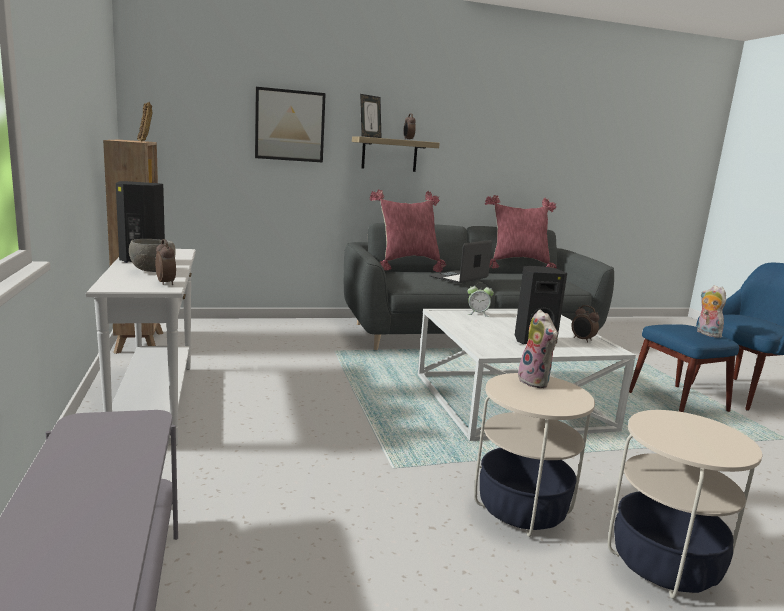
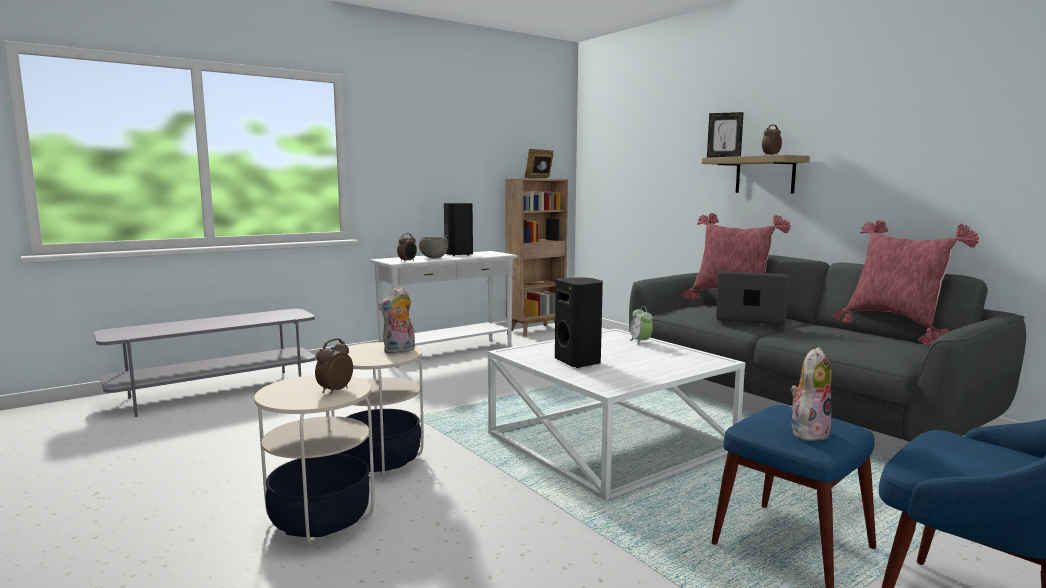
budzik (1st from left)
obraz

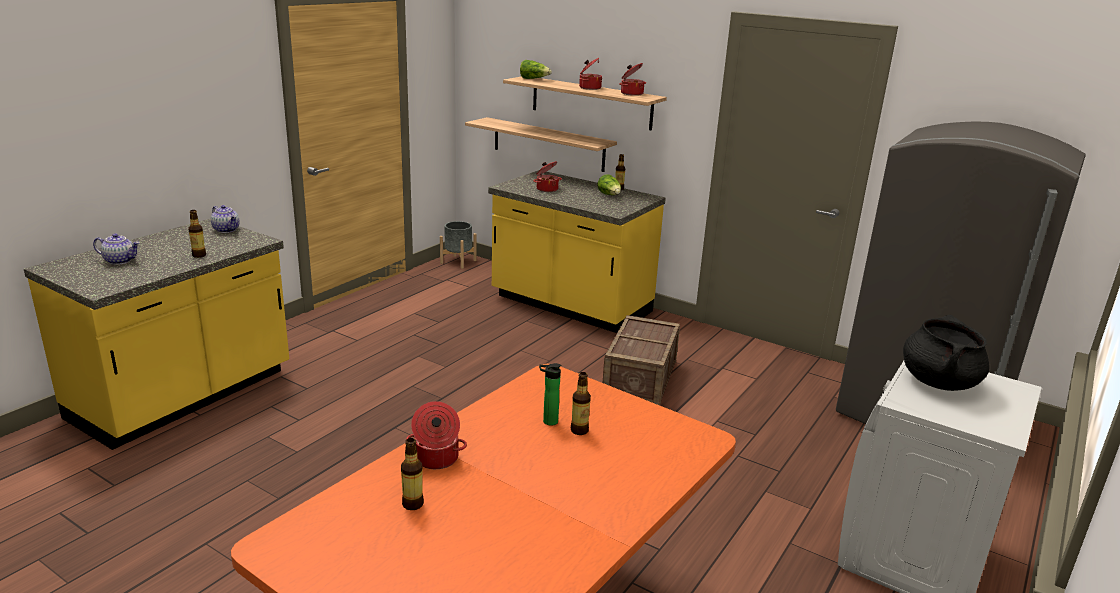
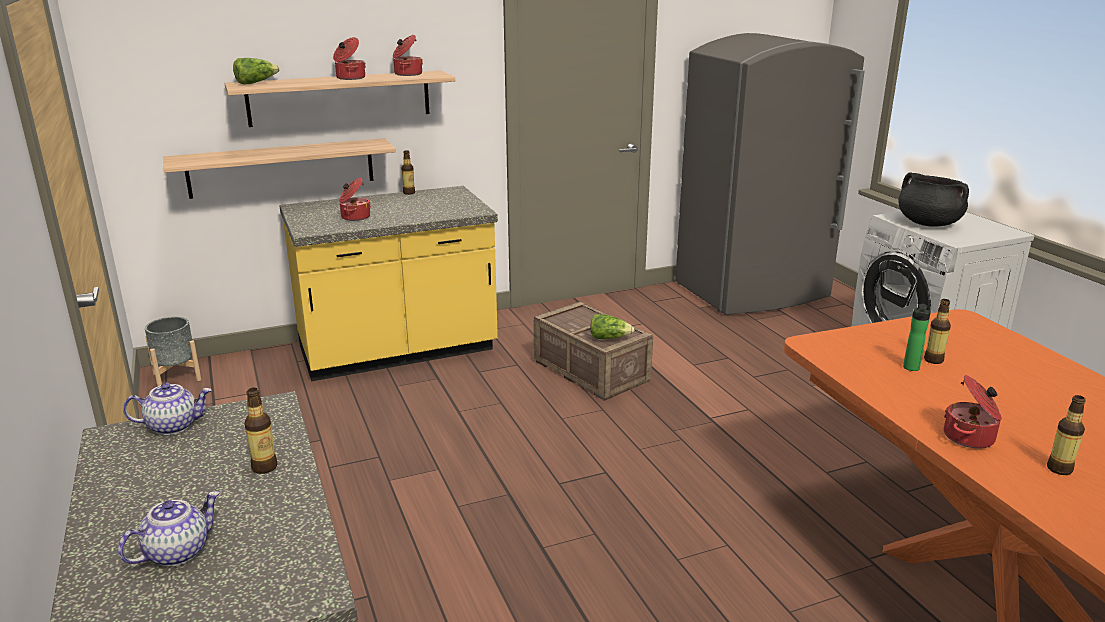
sałata (2nd from left)

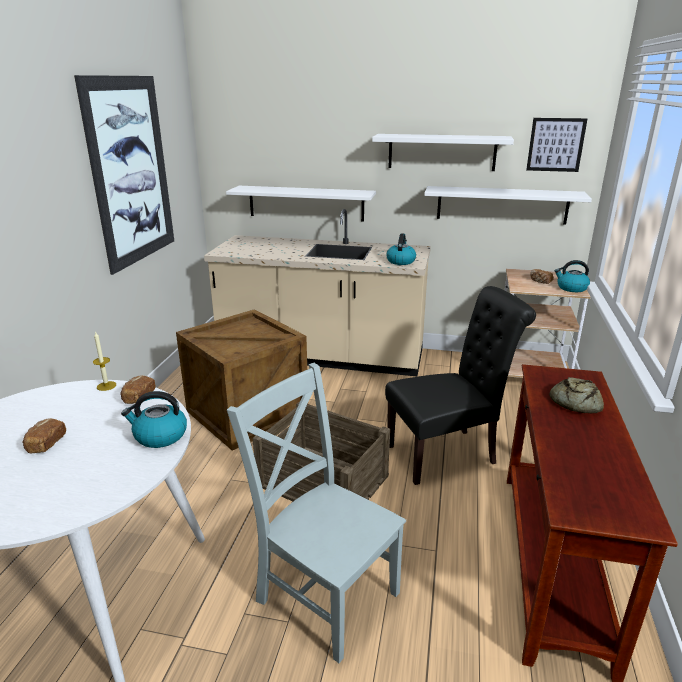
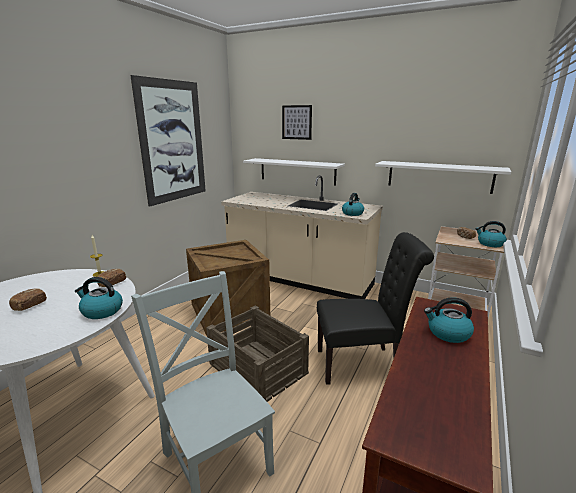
obraz (2nd from left)
czajnik (3rd from left)
półka [biały] (2nd from left in the first image)

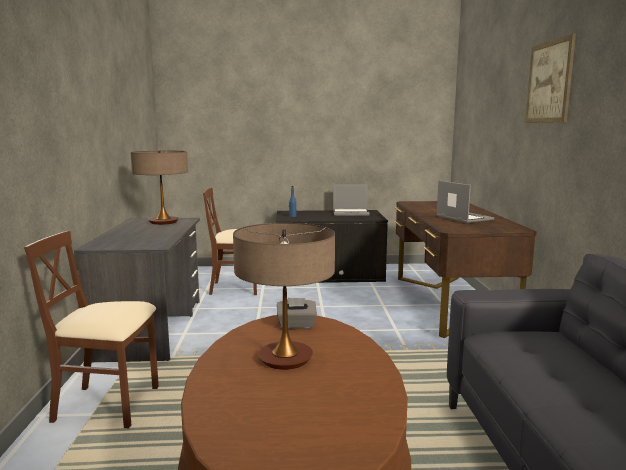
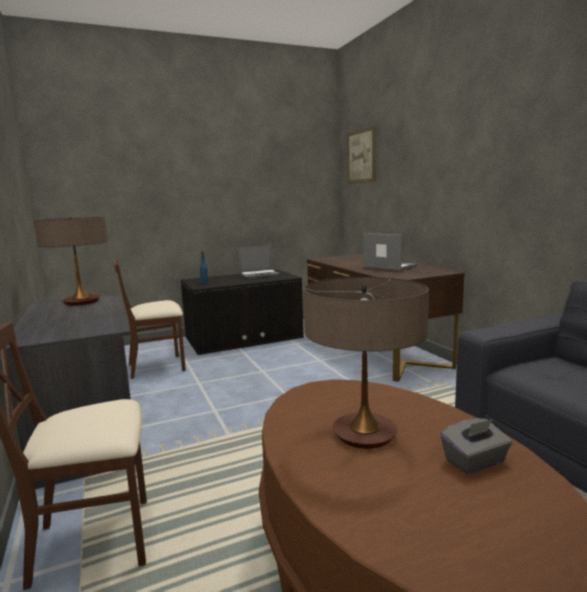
obraz
pudełko chusteczek [szary]

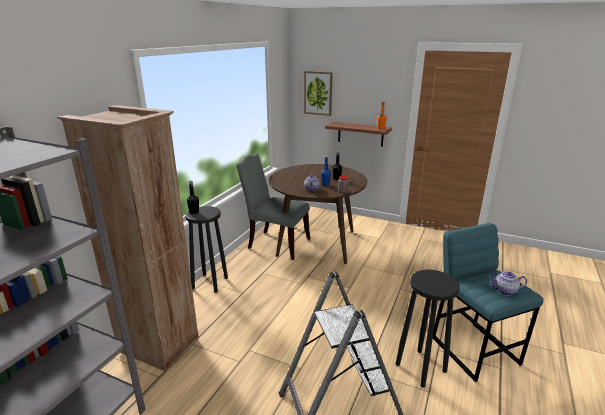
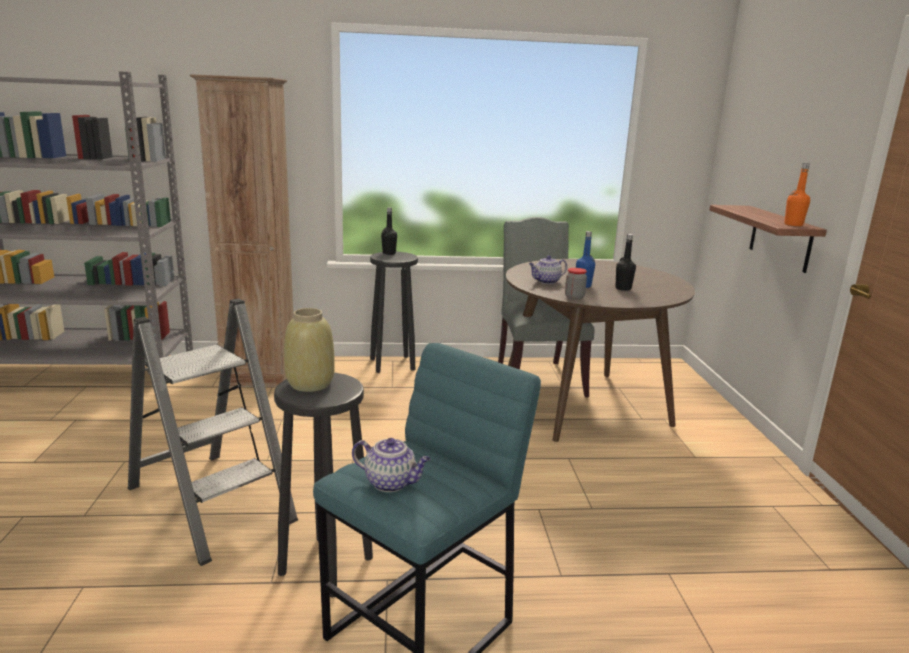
wazon [beżowy]
imbryk (1st from left)
obraz

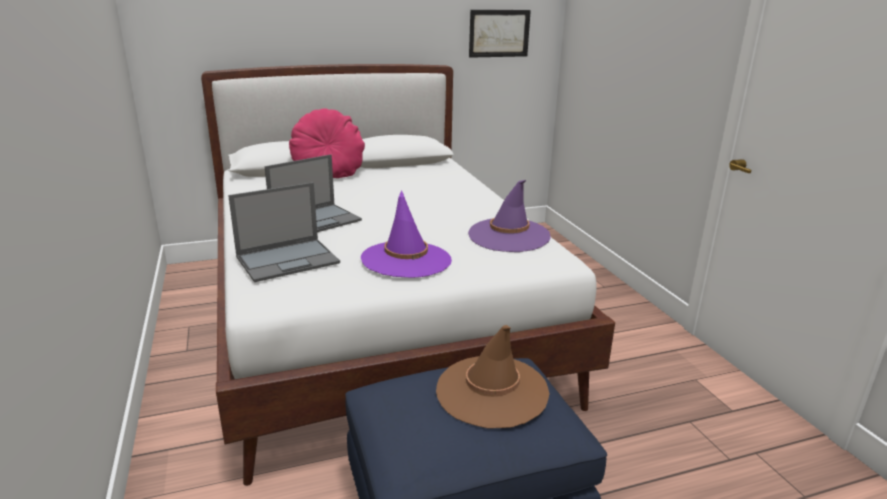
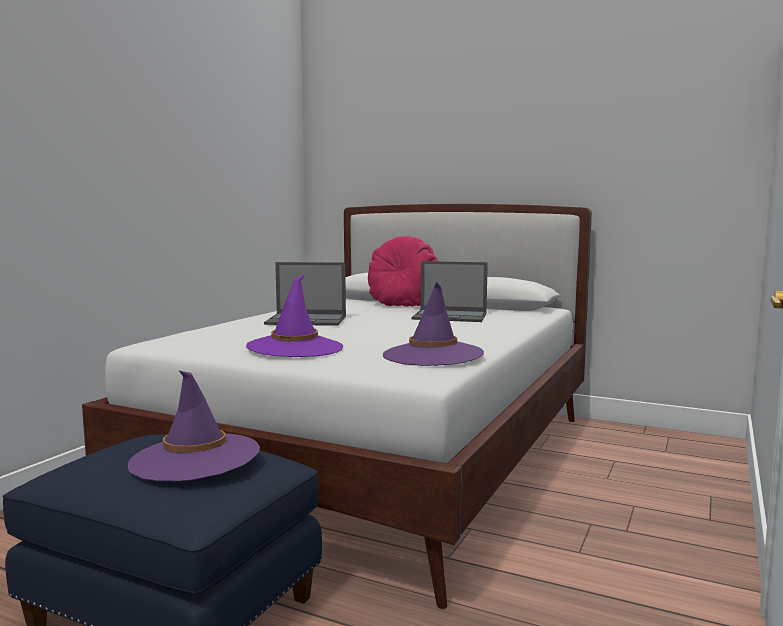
kapelusz [fioletowy] (1st from left)
laptop (2nd from left)
obraz

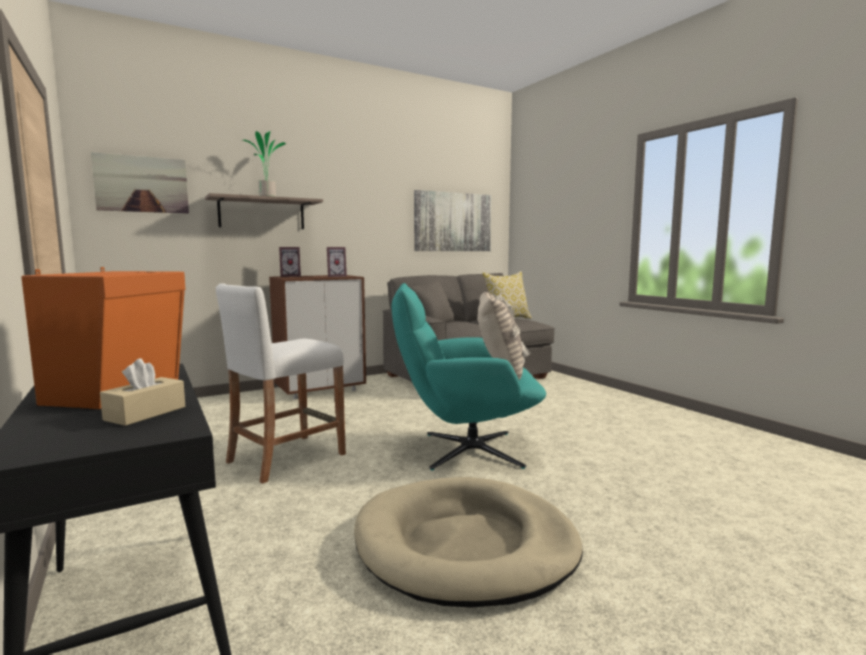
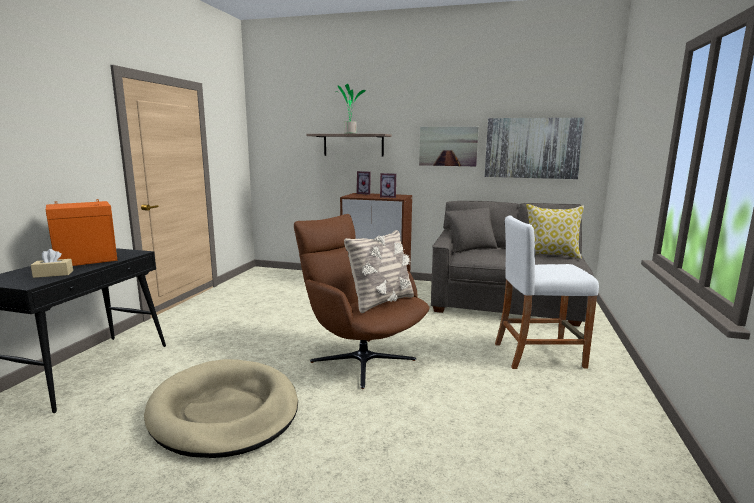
fotel [brązowy]
obraz (1st from left)
stołek [biały]

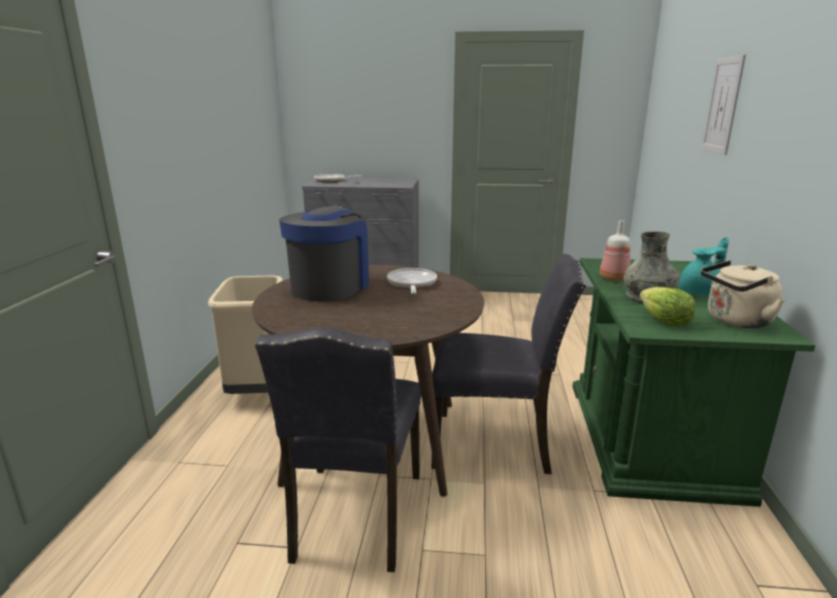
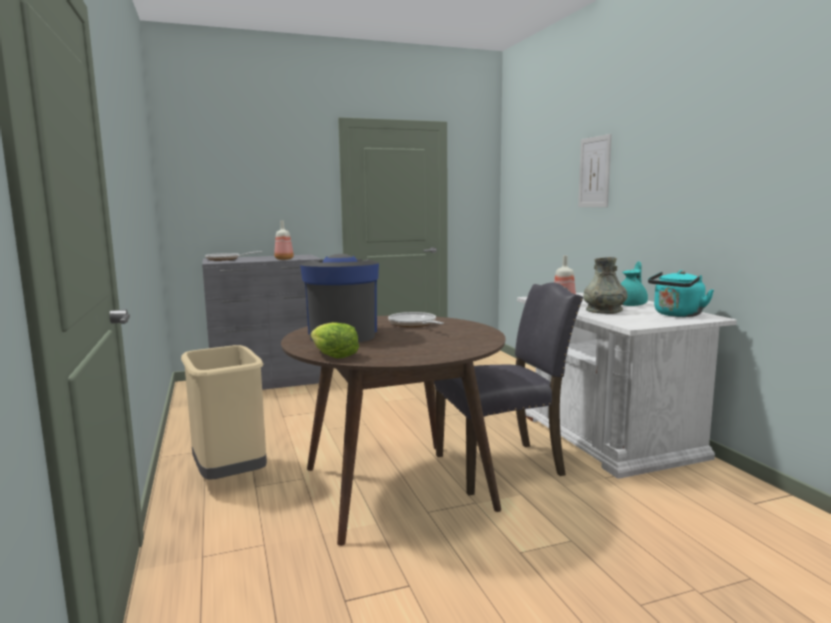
butelka (1st from left)
sałata
szafka [biały]
czajnik [turkusowy]
krzesło [szary] (1st from left in the first image)

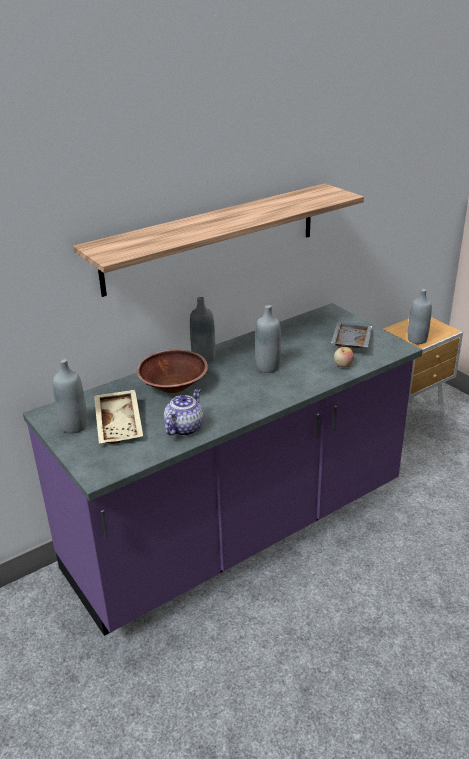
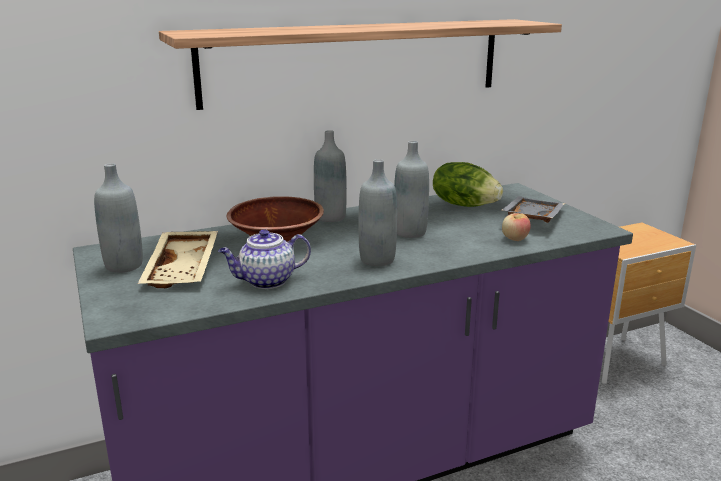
imbryk
butelka [szary] (3rd from left)
sałata

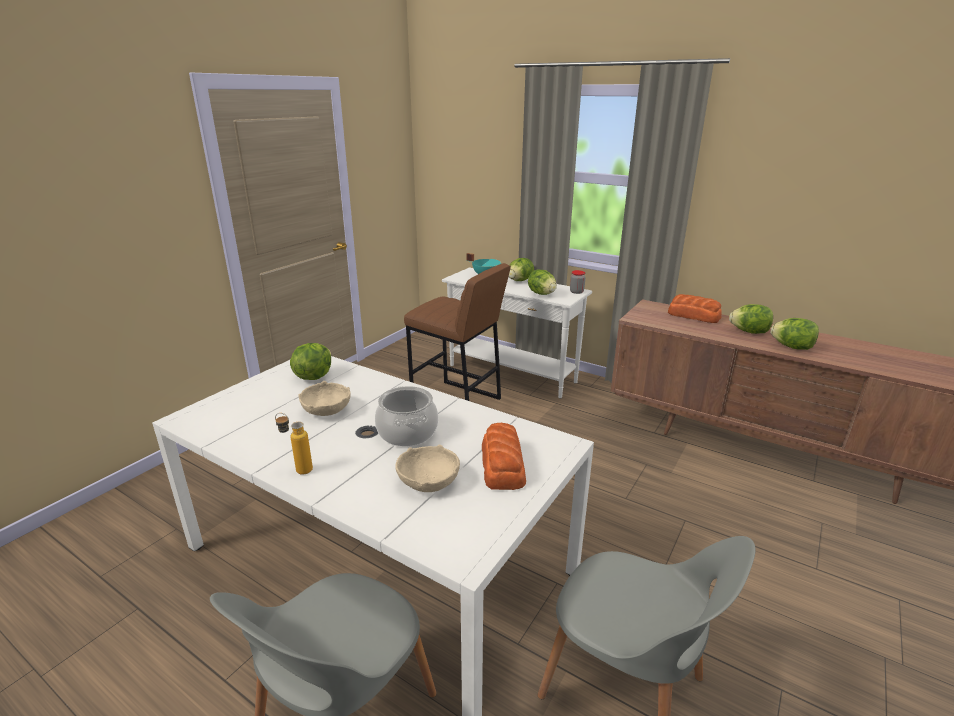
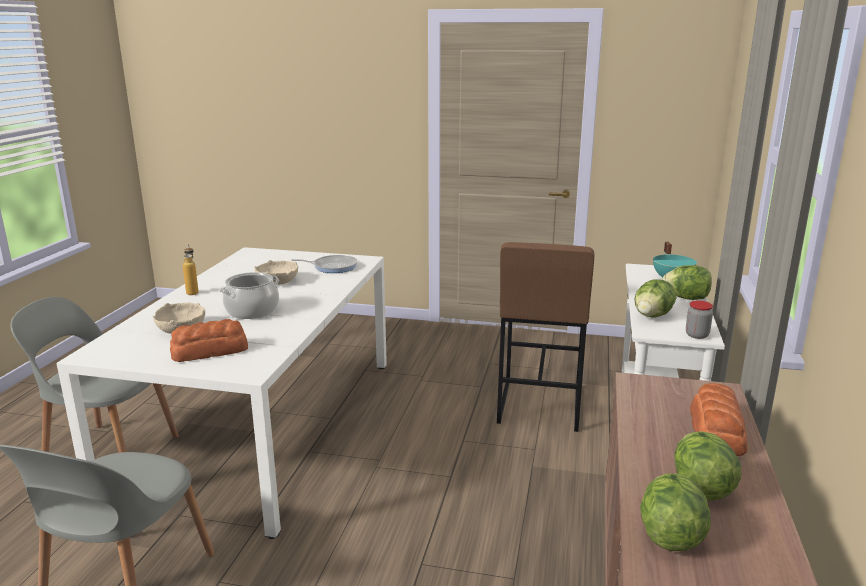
patelnia

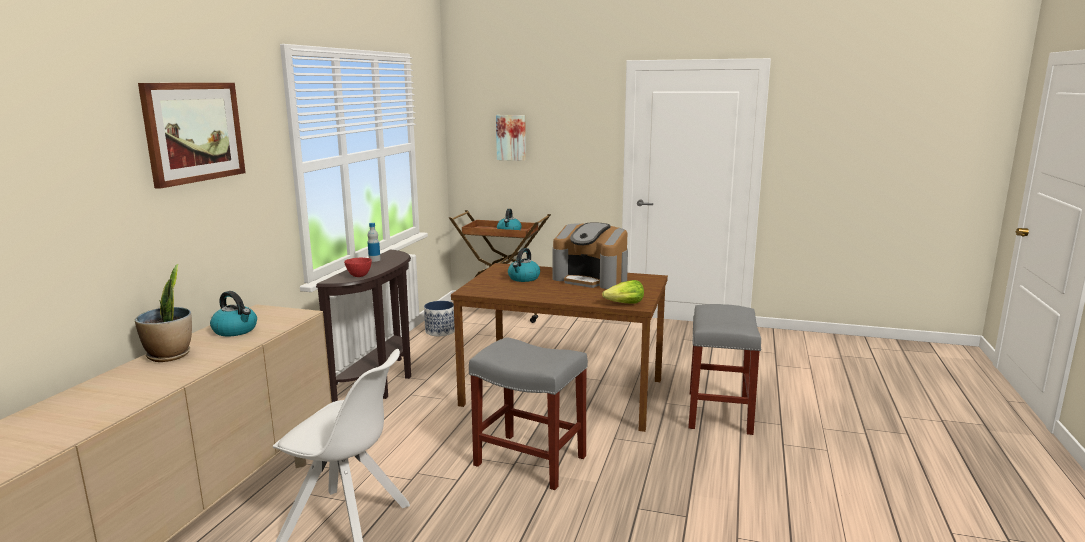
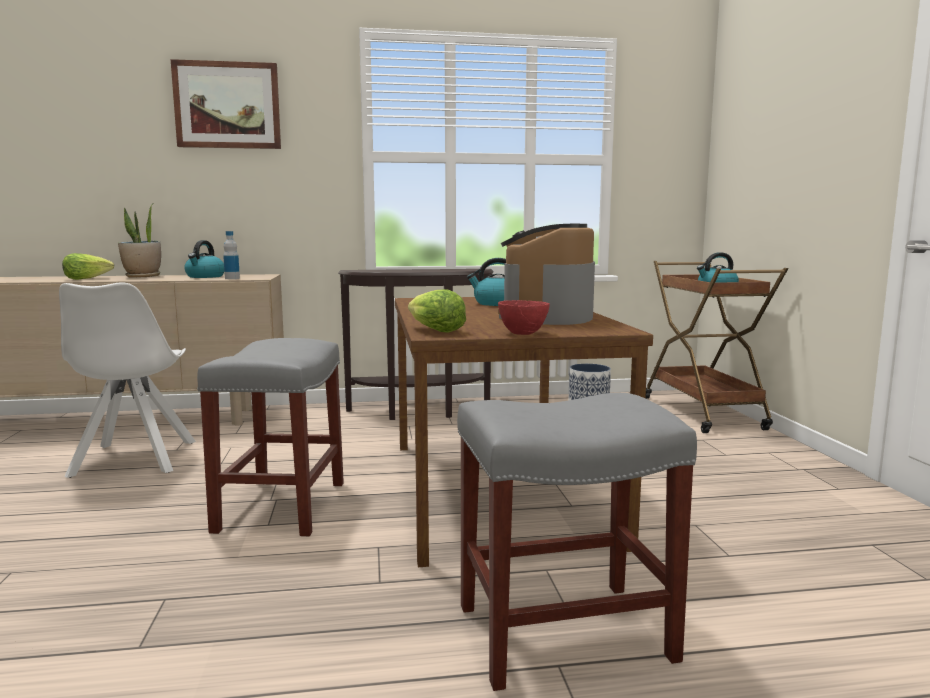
sałata (1st from left)
butelka
miska [czerwony]
obraz (2nd from left in the first image)

